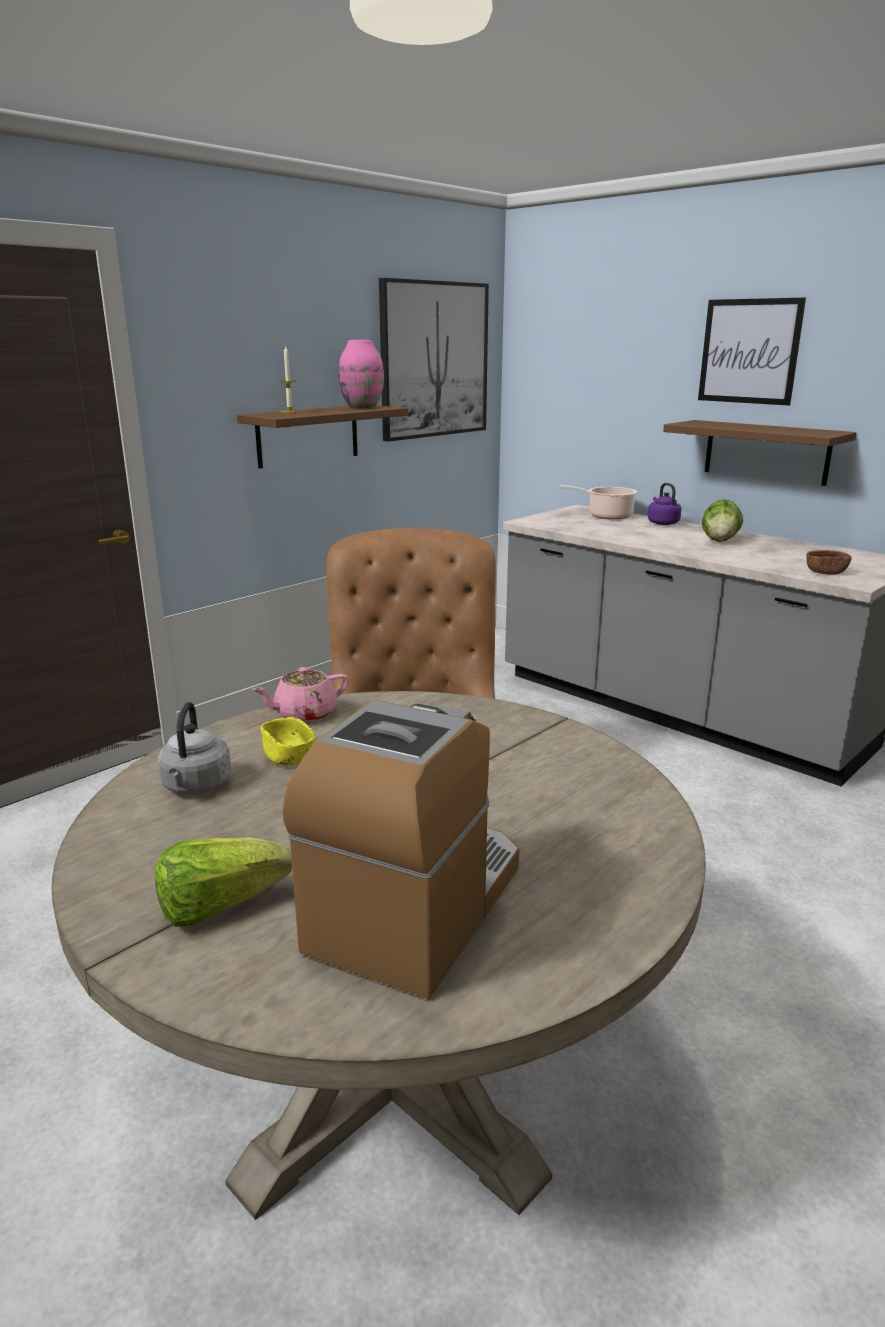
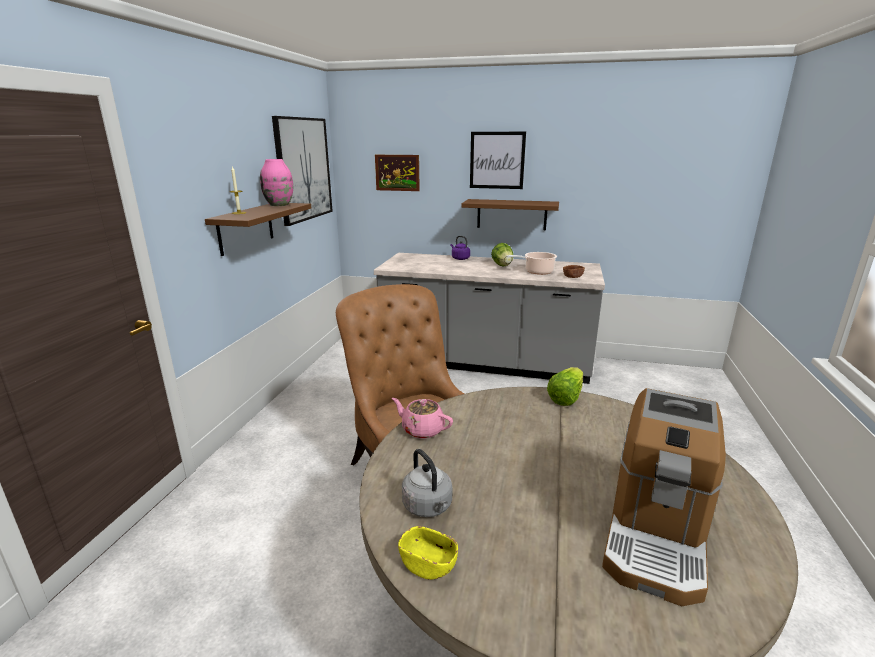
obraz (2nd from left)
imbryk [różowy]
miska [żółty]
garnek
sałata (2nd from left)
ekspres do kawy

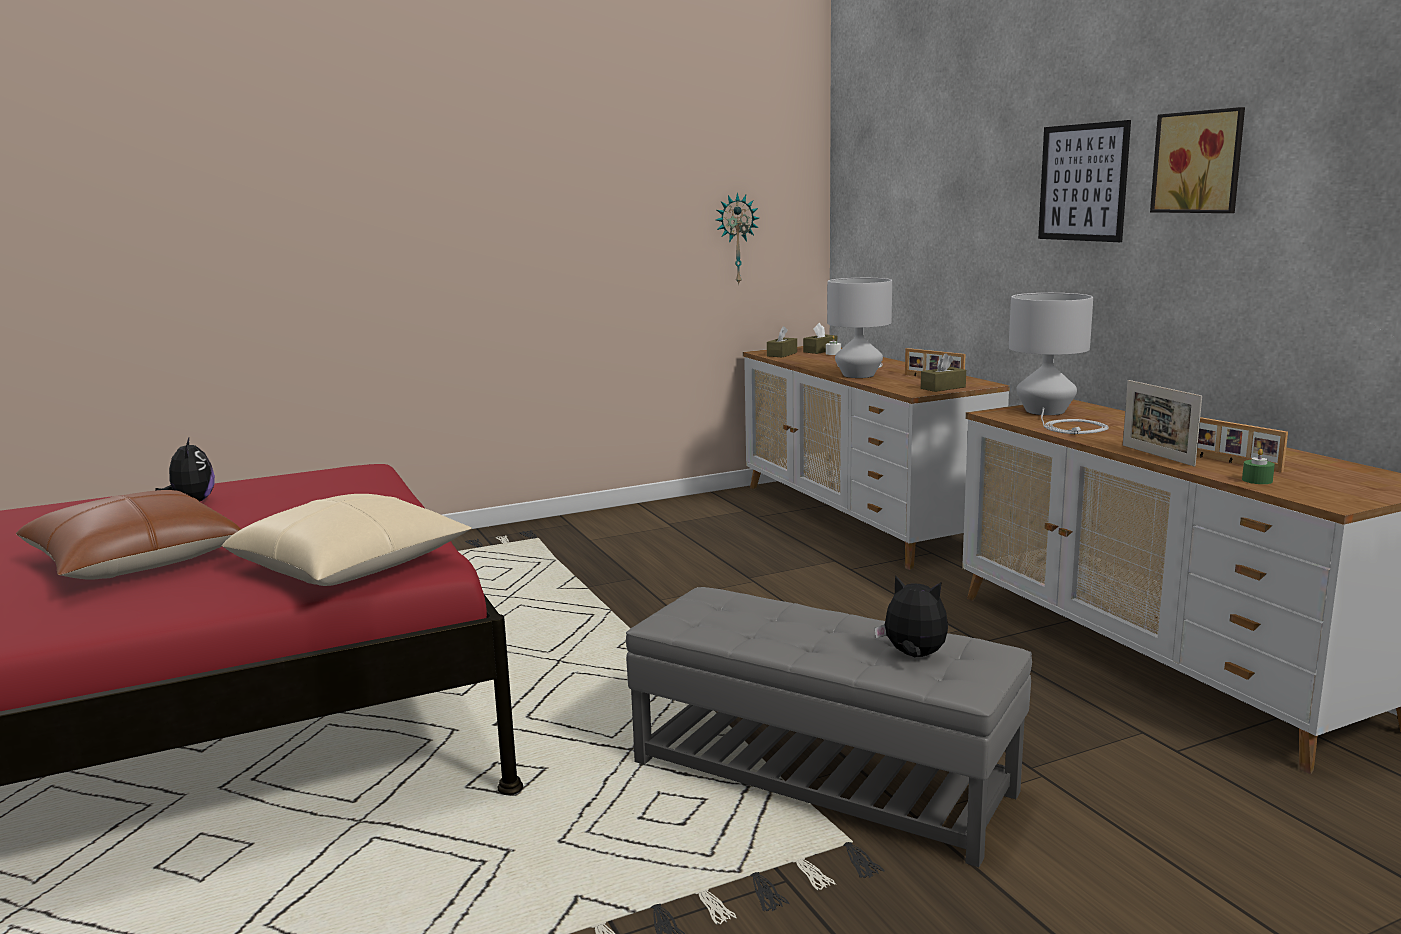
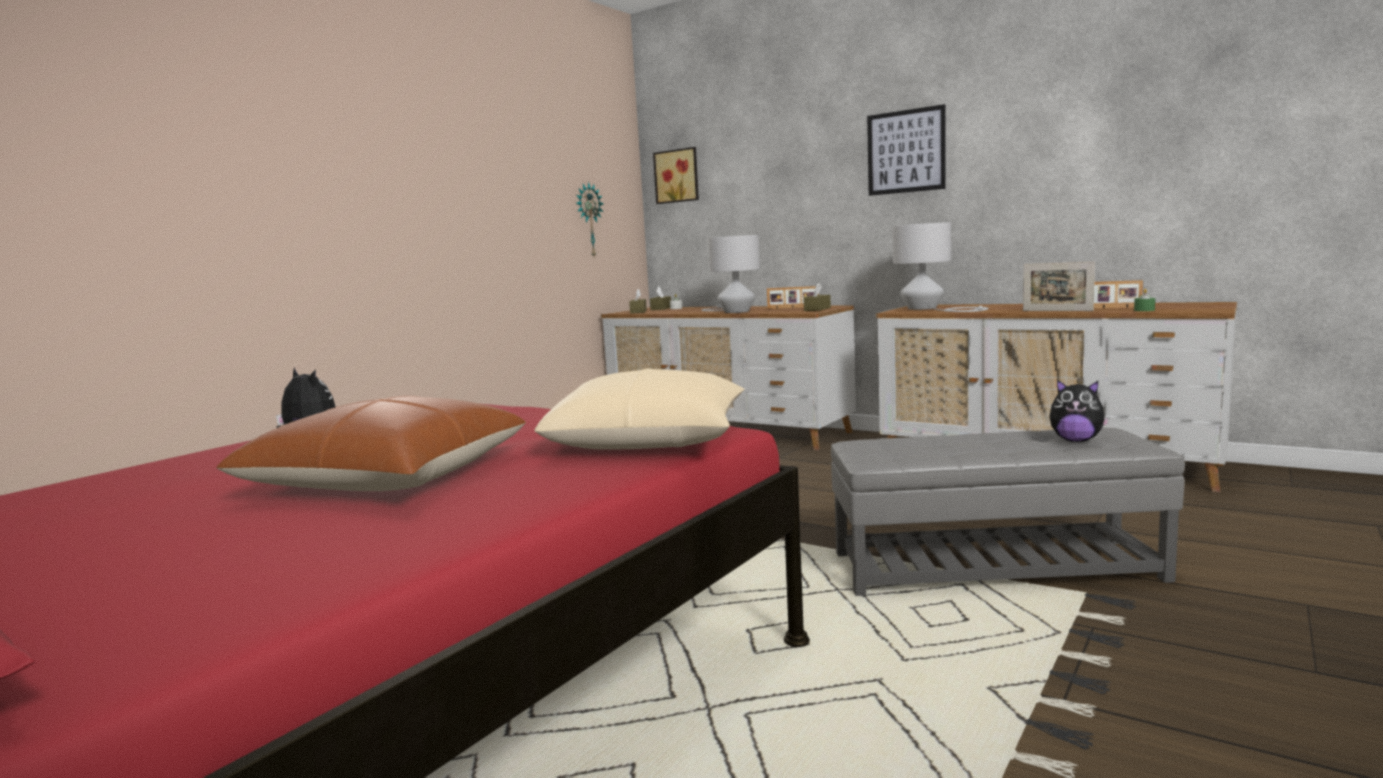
obraz (1st from left)
pluszak (2nd from left)

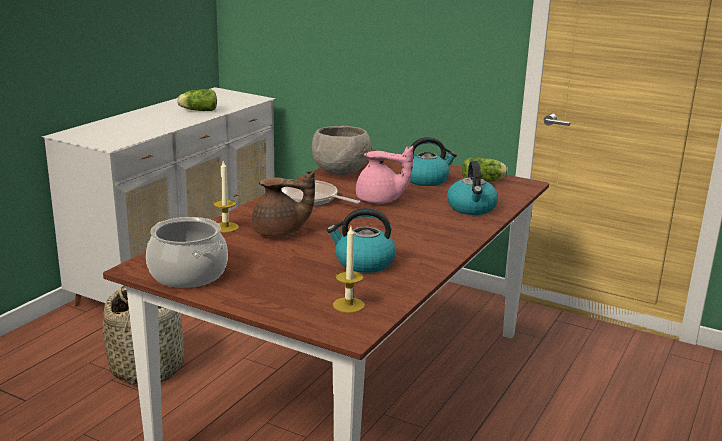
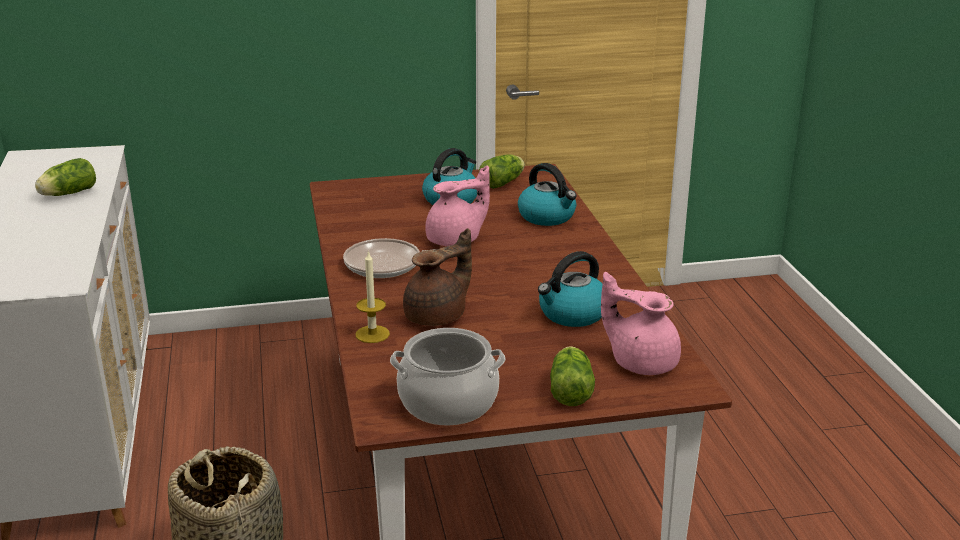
sałata (3rd from left)
imbryk [różowy] (2nd from left)
miska [szary]

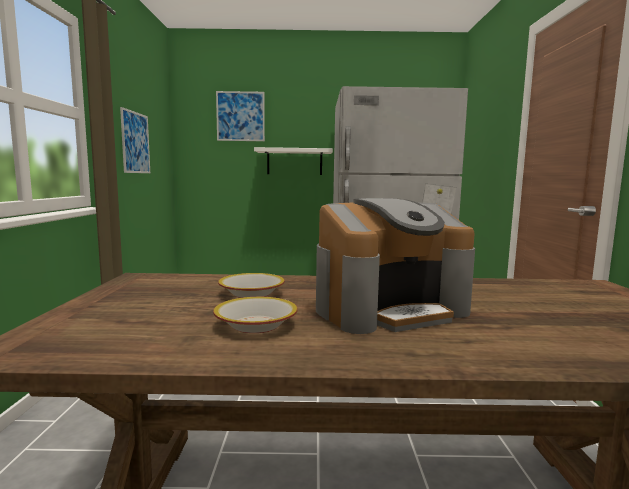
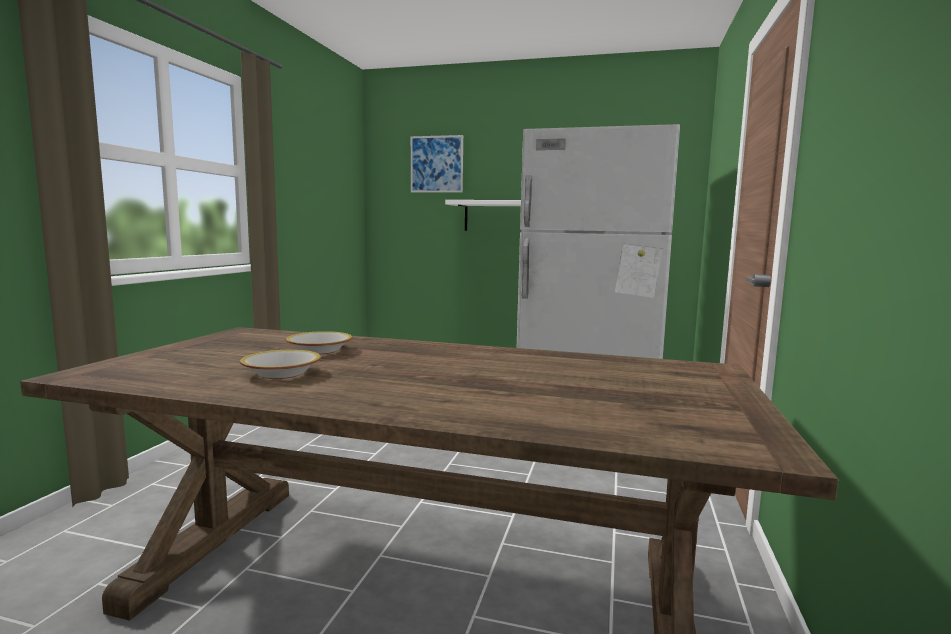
obraz (1st from left in the first image)
ekspres do kawy

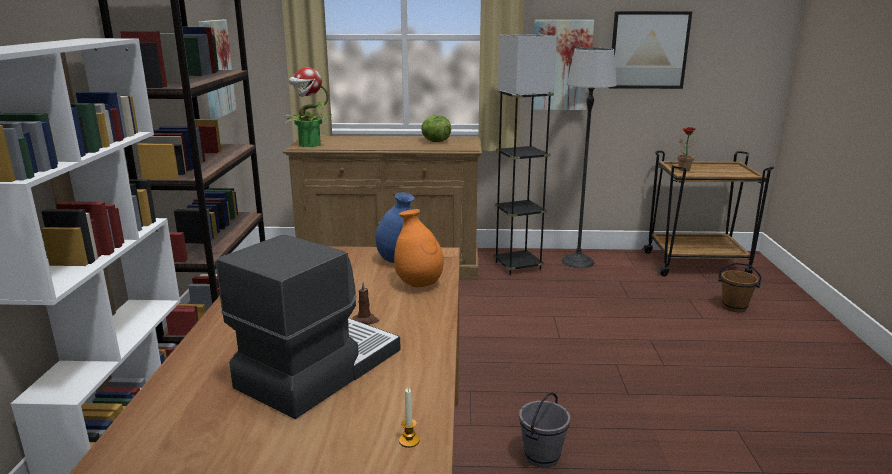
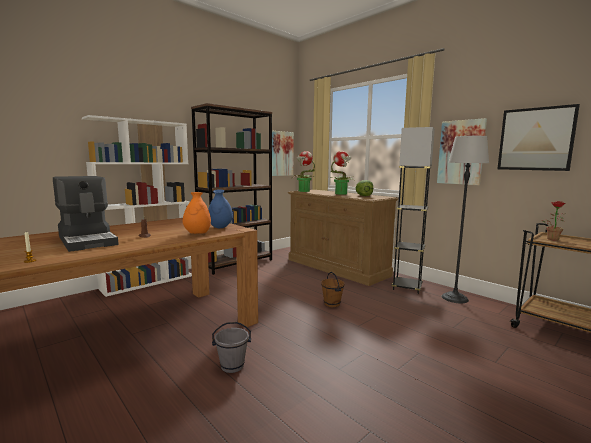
ekspres do kawy
wiadro [brązowy]
roślina doniczkowa (2nd from left)

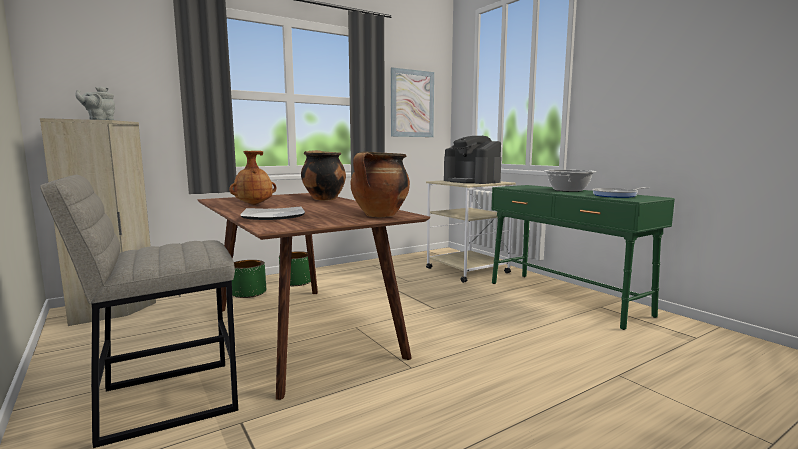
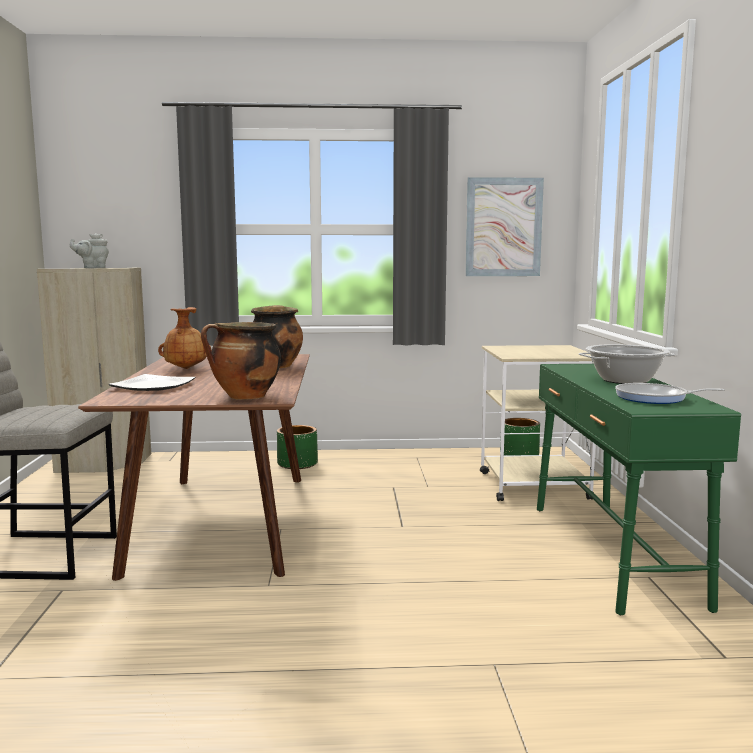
donica [zielony] (2nd from left)
ekspres do kawy

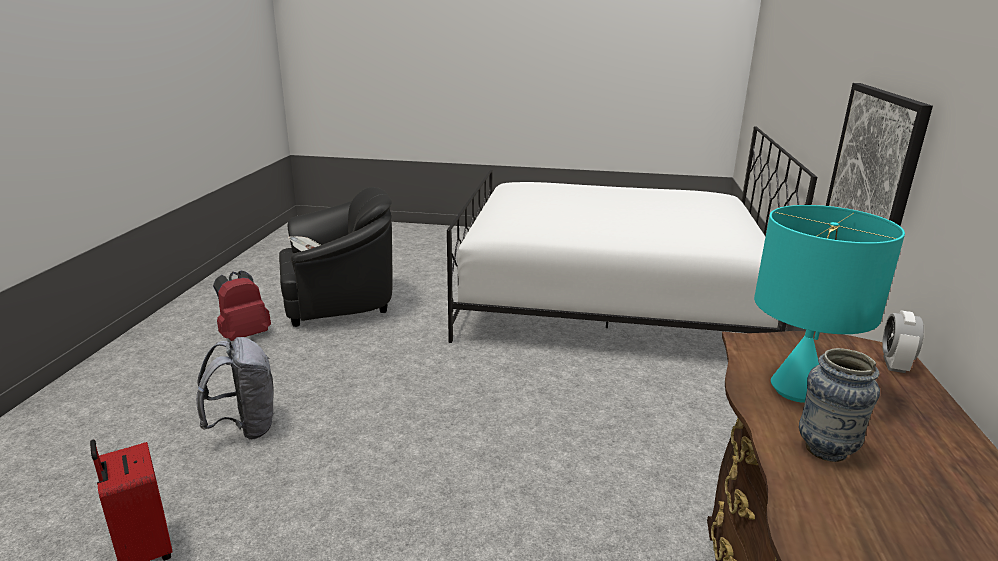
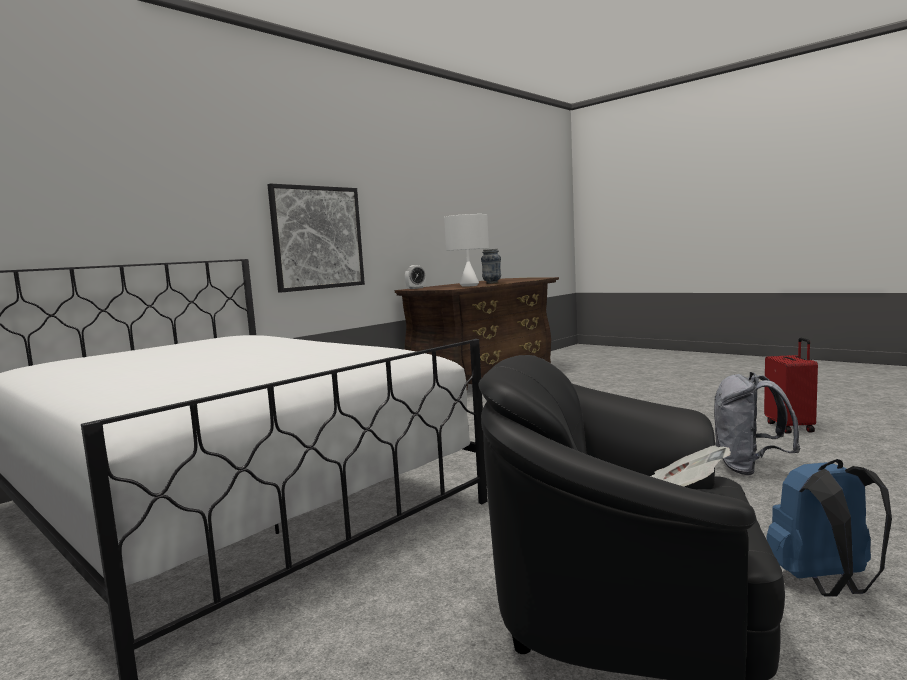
lampa stołowa [biały]
plecak [niebieski]

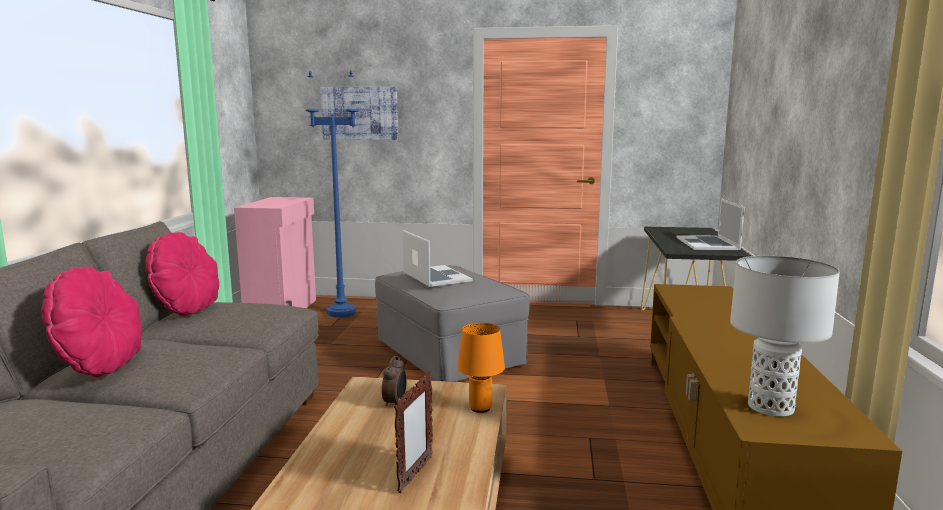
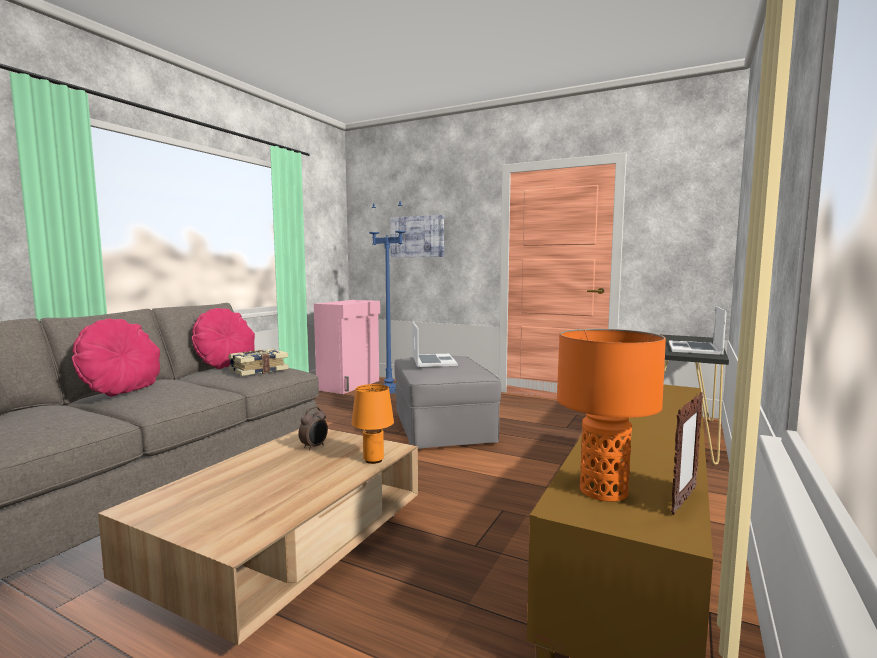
książka
lampa stołowa [pomarańczowy] (2nd from left)
ramka na zdjęcie

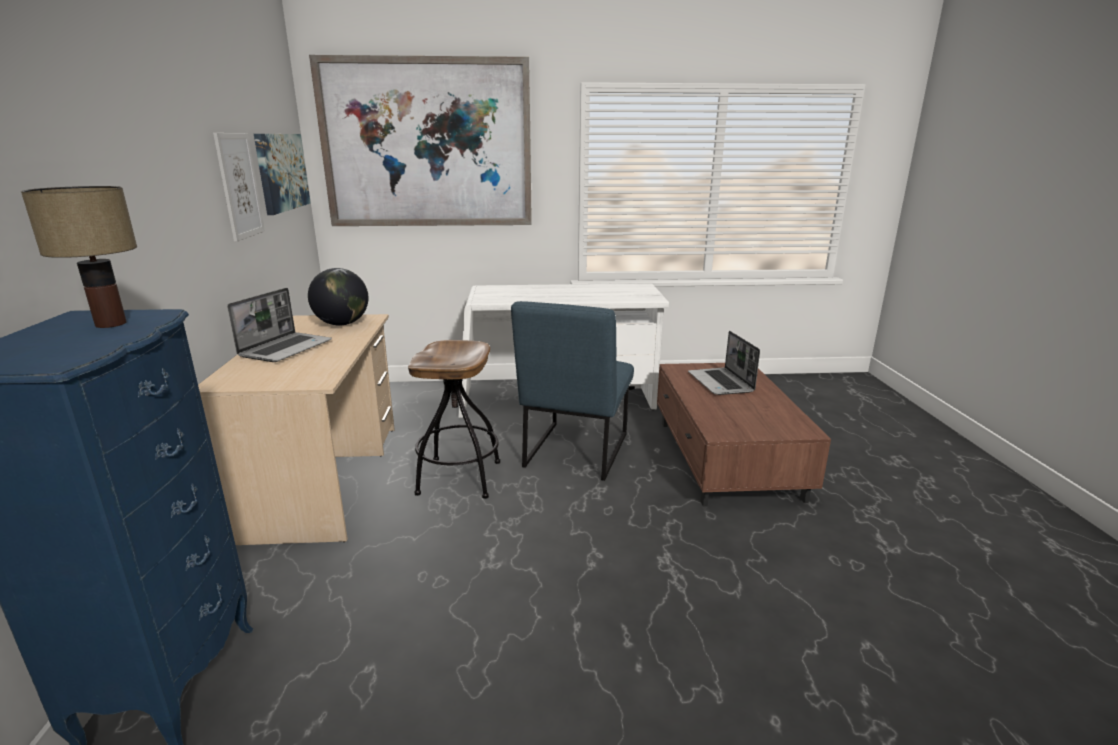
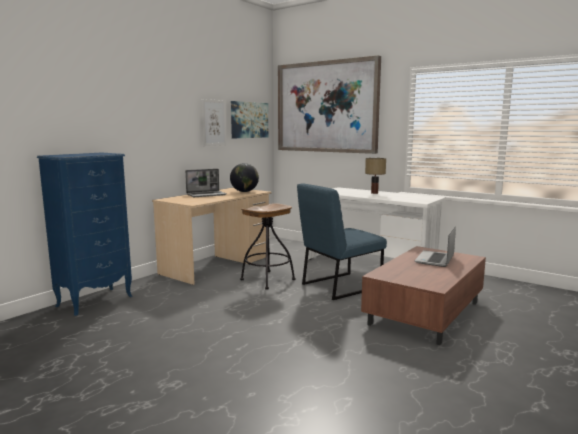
lampa stołowa

